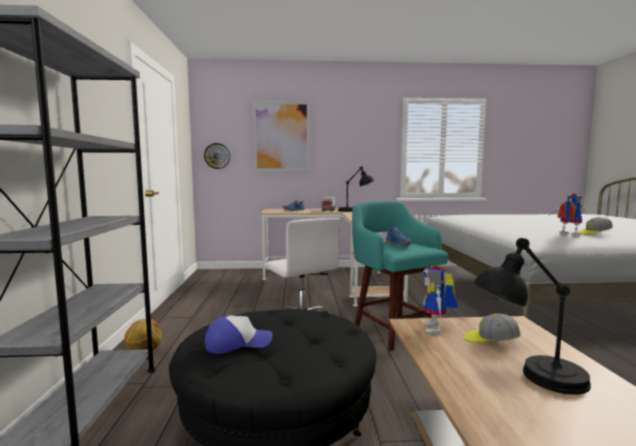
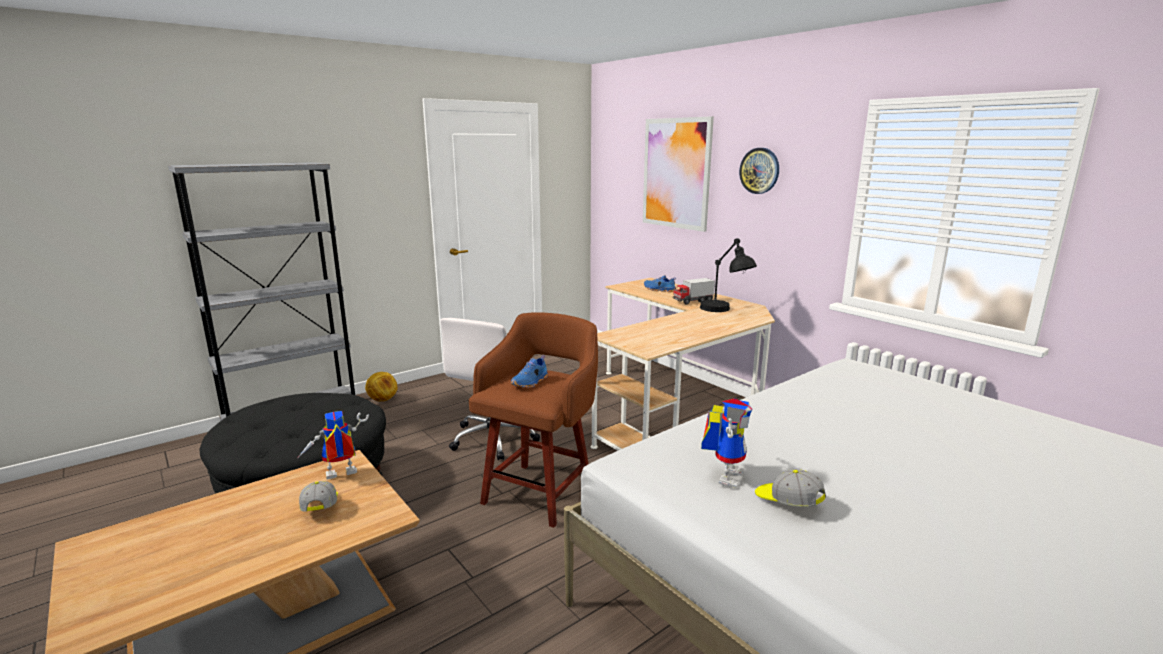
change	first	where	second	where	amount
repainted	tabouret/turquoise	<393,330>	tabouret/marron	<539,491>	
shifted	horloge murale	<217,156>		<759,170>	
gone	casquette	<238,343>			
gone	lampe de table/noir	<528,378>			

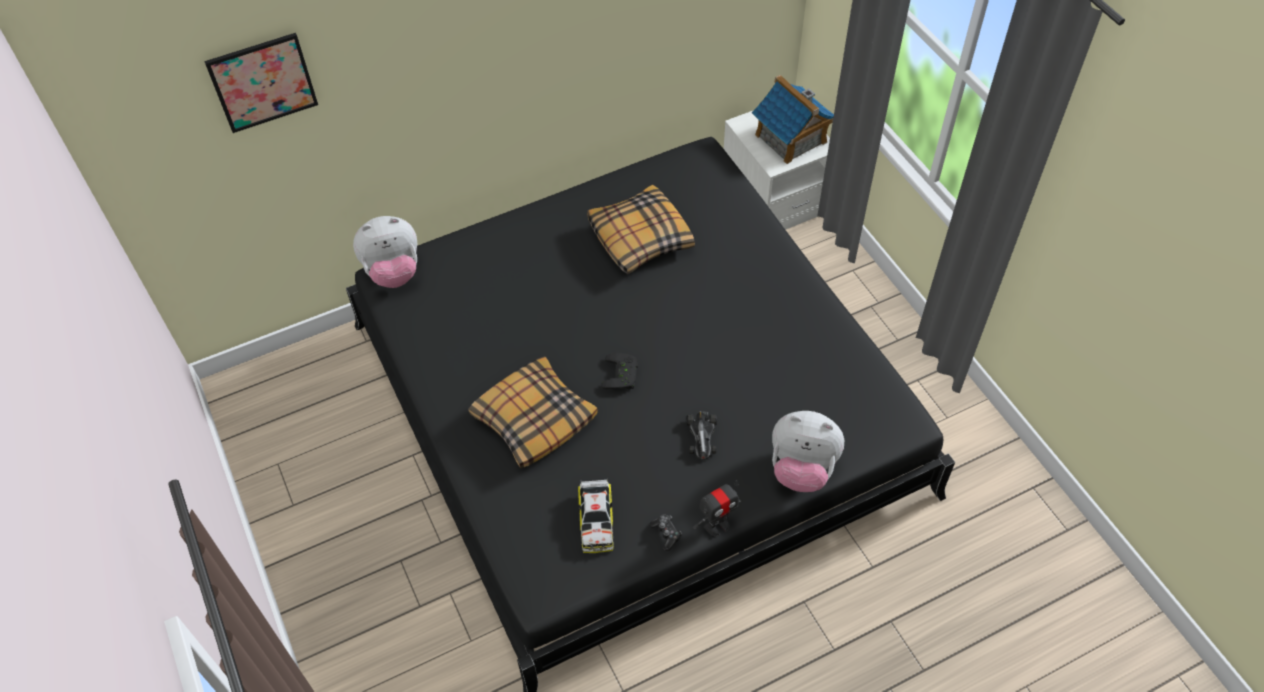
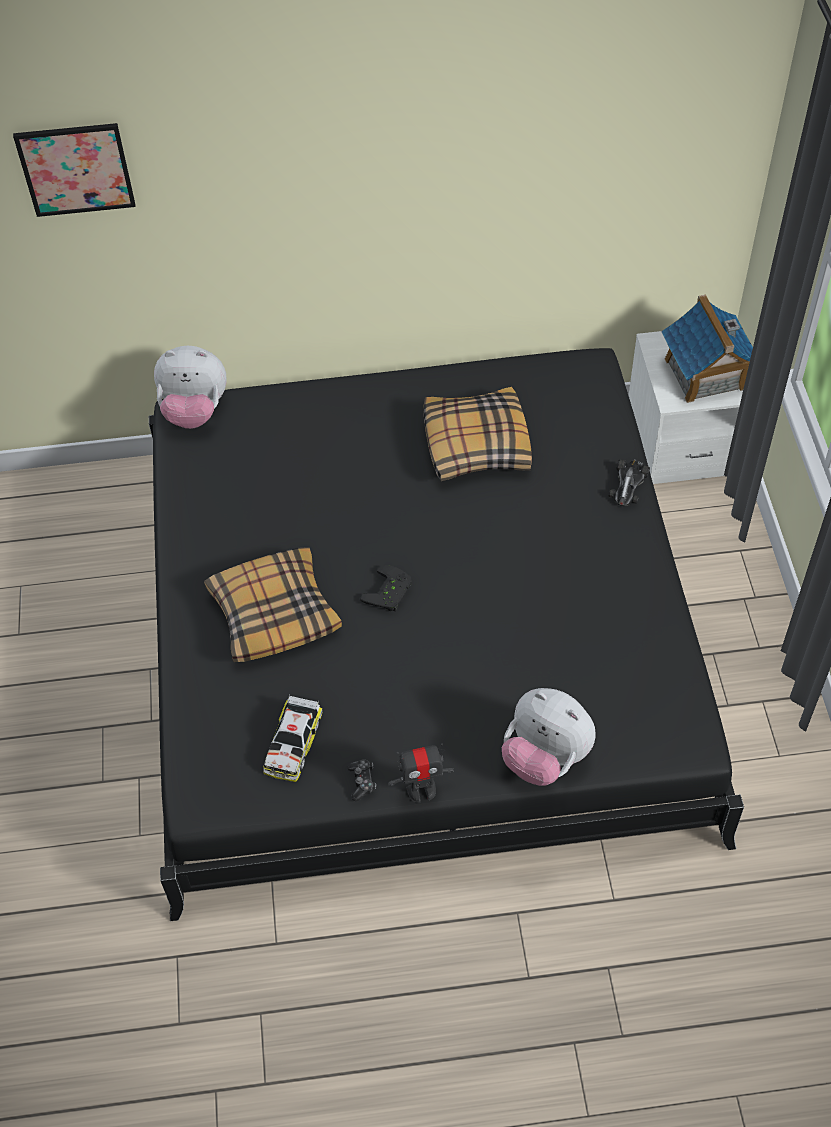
change	first	where	second	where	amount
shifted	petite voiture	<701,436>		<628,484>	

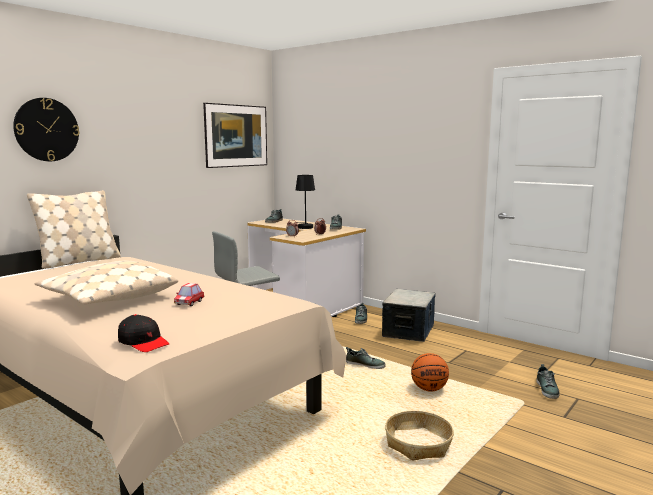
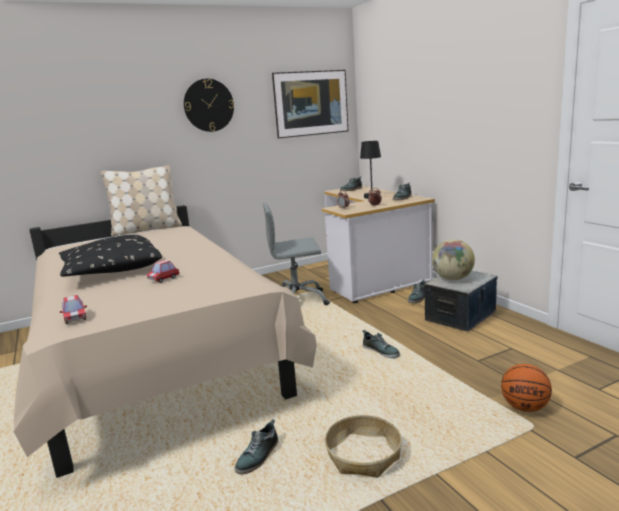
change	first	where	second	where	amount
repainted	coussin/beige	<107,299>	coussin/noir	<110,269>	
swapped	casquette/noir	<143,342>	petite voiture	<75,318>	
shifted	horloge murale	<46,129>		<209,105>	
shifted	chaussure	<547,389>		<258,456>	
new			globe	<452,279>	
shifted	ballon de basket	<429,389>		<524,407>	

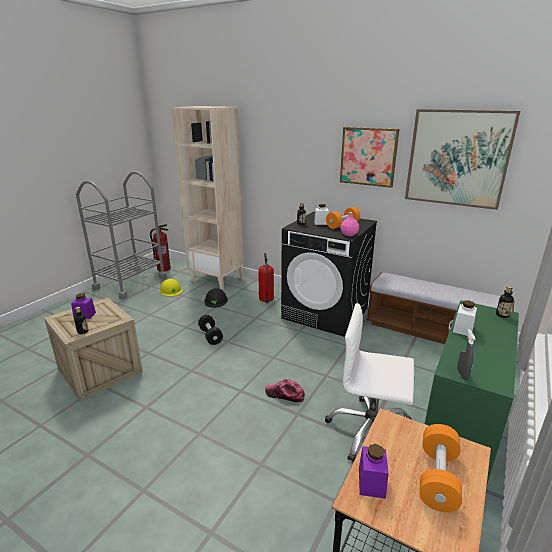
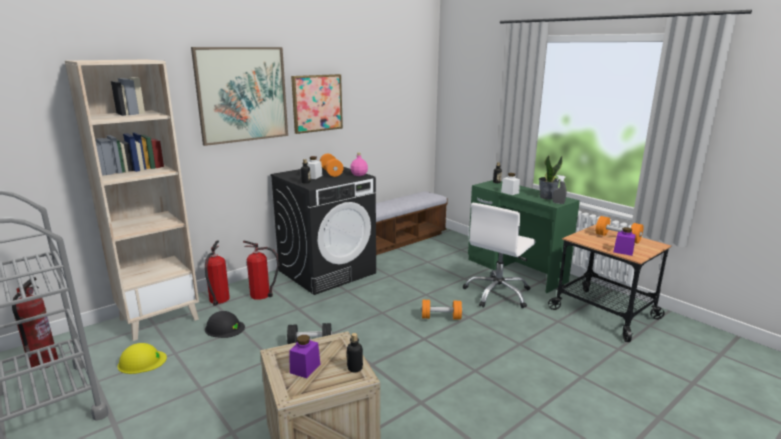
change	first	where	second	where	amount
shifted	tableau	<457,158>		<242,94>	
new			extincteur	<219,300>	
swapped	casquette	<285,394>	haltère/orange	<441,317>	
new			plante en pot	<547,197>	

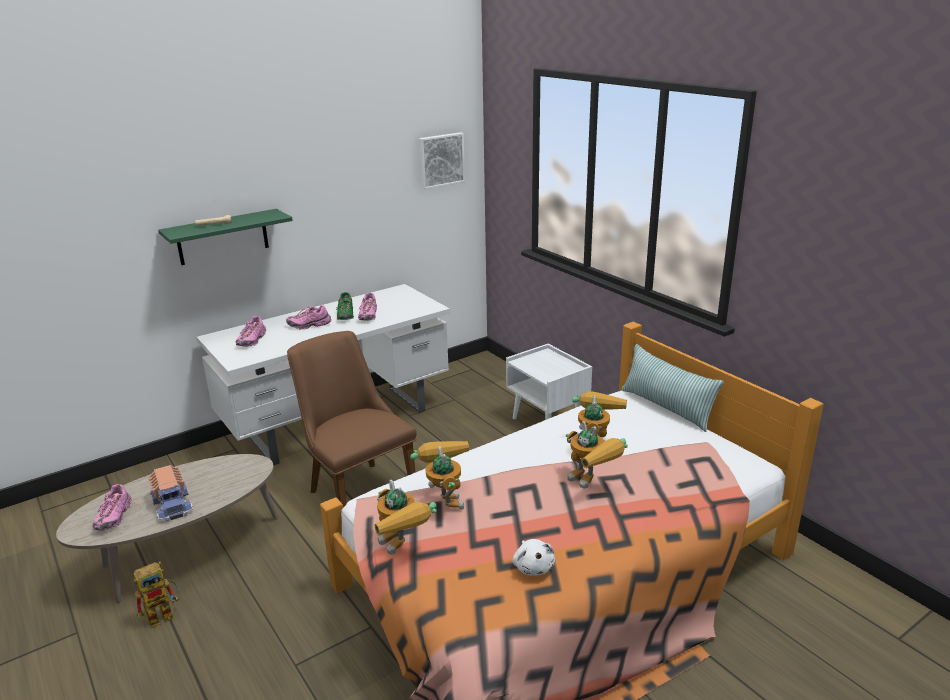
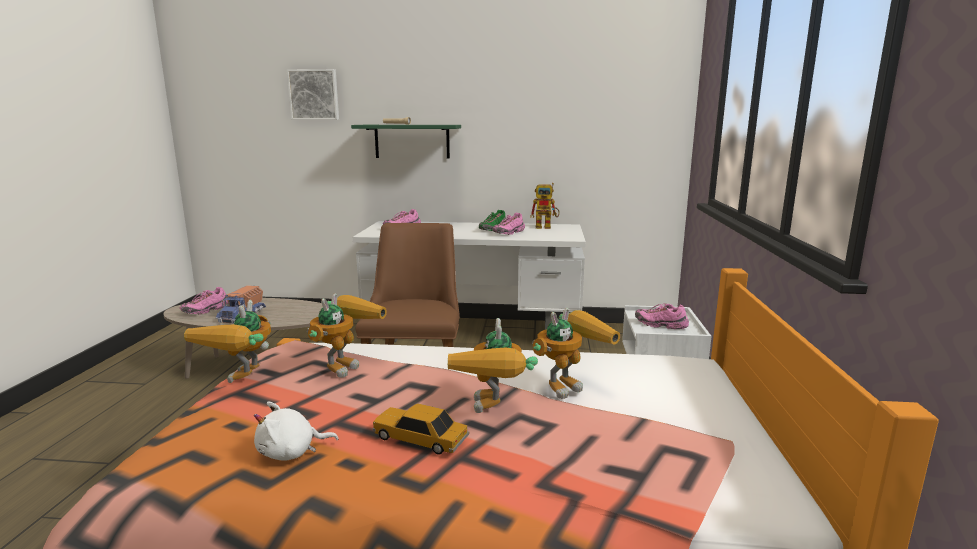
change	first	where	second	where	amount
rotated	peluche/blanc	<533,567>		<291,452>	45 degrees clockwise
shifted	tableau	<440,160>		<314,95>	
new			petite voiture	<420,439>	
shifted	robot jouet	<165,614>		<547,227>	
shifted	chaussure/rose	<309,325>		<660,325>	
gone	coussin	<667,407>			

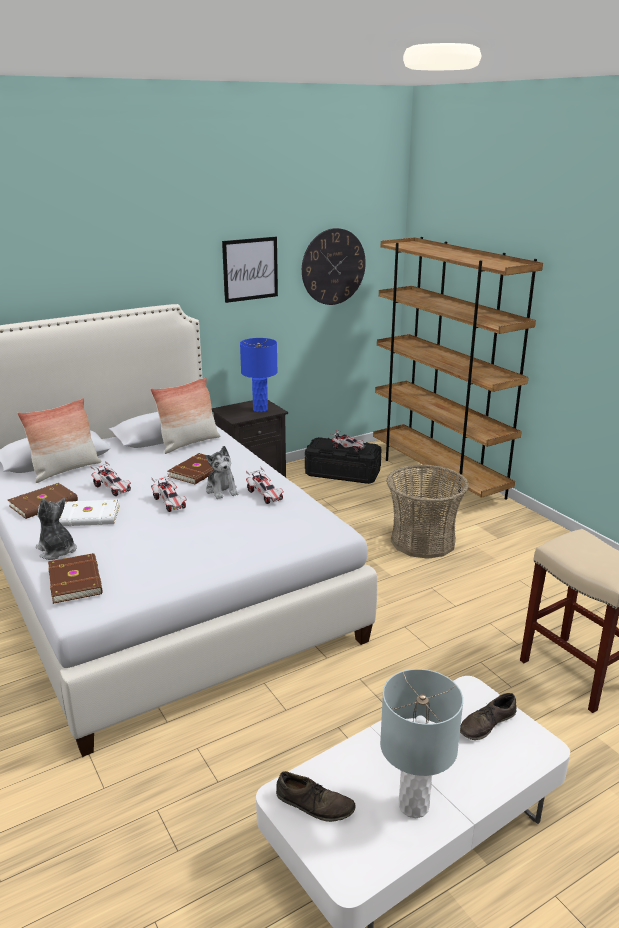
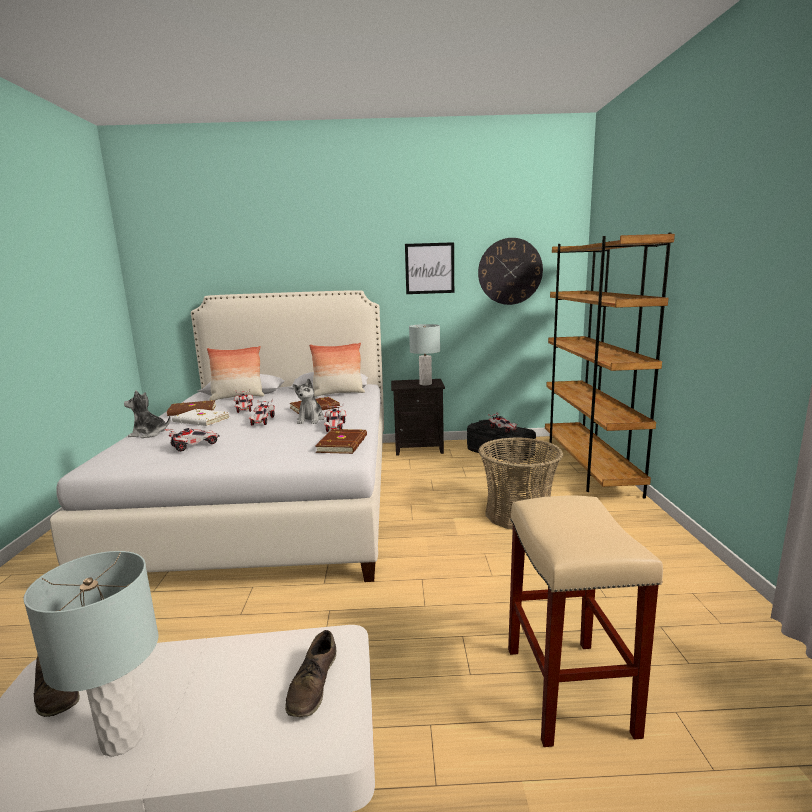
change	first	where	second	where	amount
rotated	peluche	<57,551>		<149,434>	75 degrees counterclockwise
new			petite voiture	<194,445>	
rotated	chaussure/marron	<487,724>		<313,684>	75 degrees counterclockwise
shifted	livre/marron	<76,580>		<343,444>	
repainted	lampe de table/bleu	<260,409>	lampe de table/gris	<425,384>	

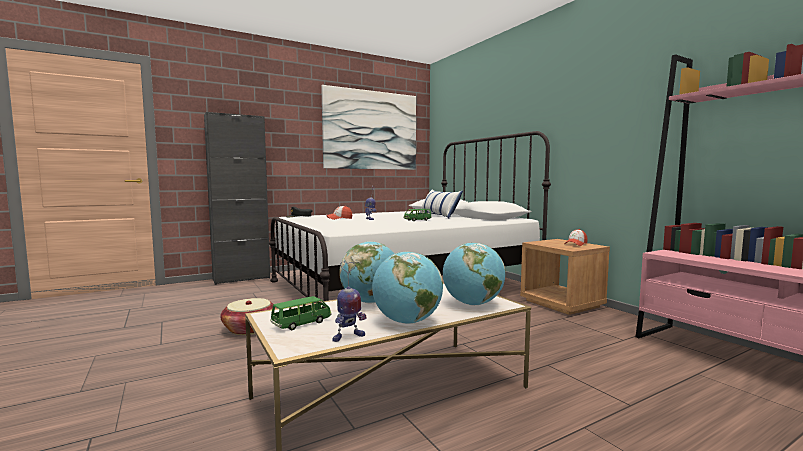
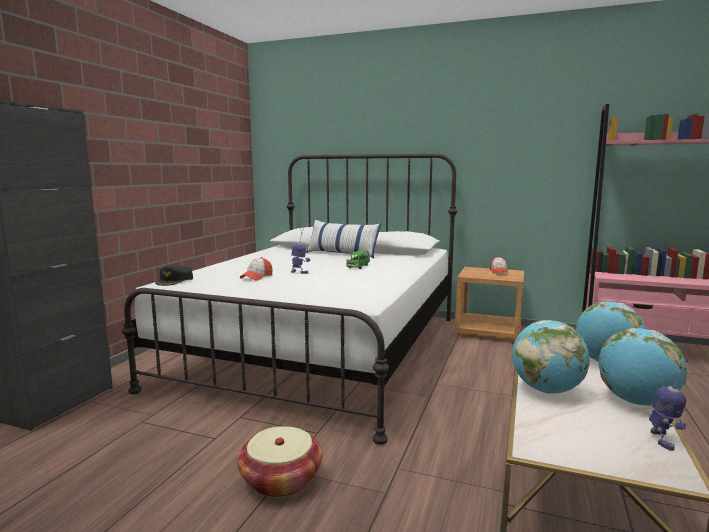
change	first	where	second	where	amount
gone	petite voiture/vert	<301,323>			
gone	tableau	<371,130>			

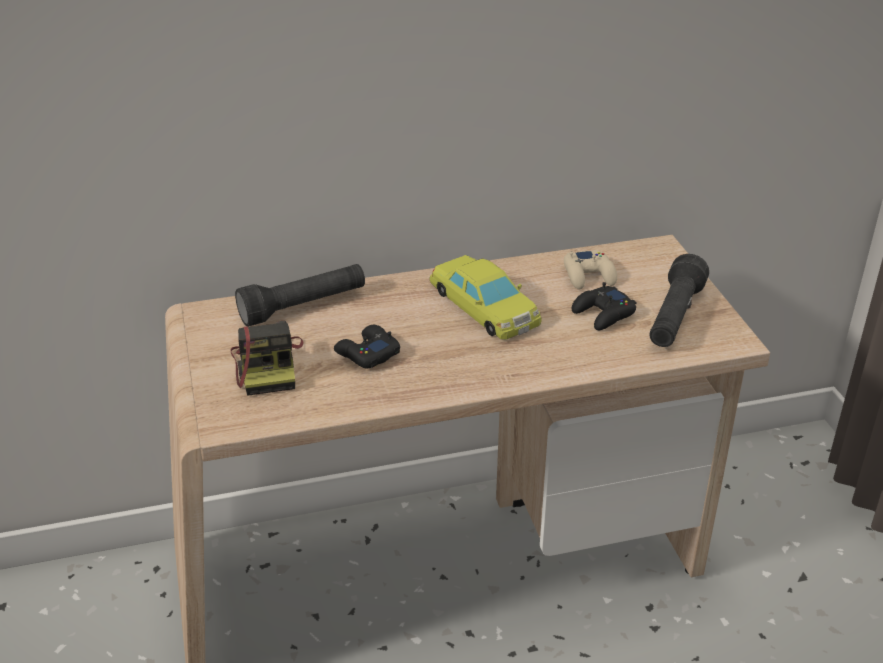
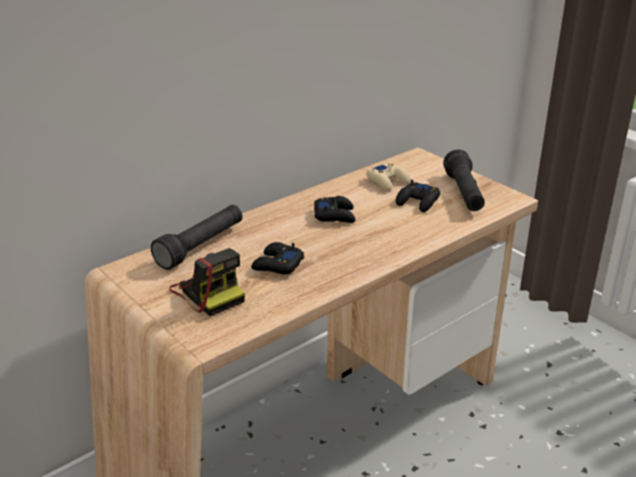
change	first	where	second	where	amount
swapped	petite voiture/jaune	<484,306>	manette/noir	<335,215>	

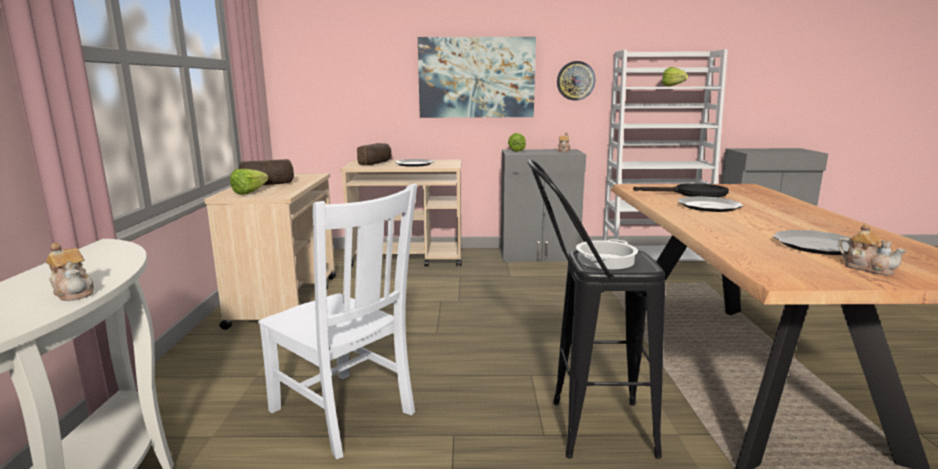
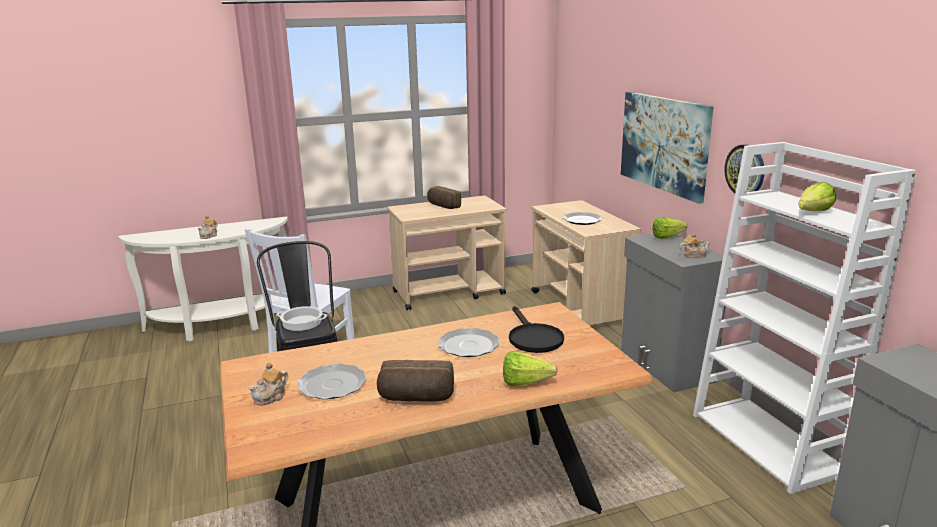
change	first	where	second	where	amount
shifted	pain	<376,163>		<416,398>	
shifted	laitue	<253,192>		<530,384>	

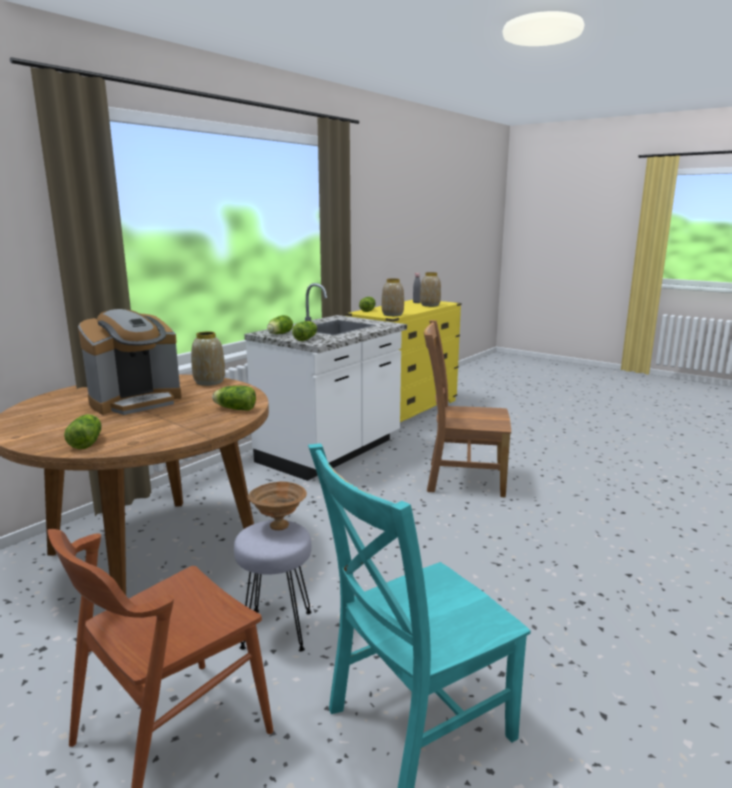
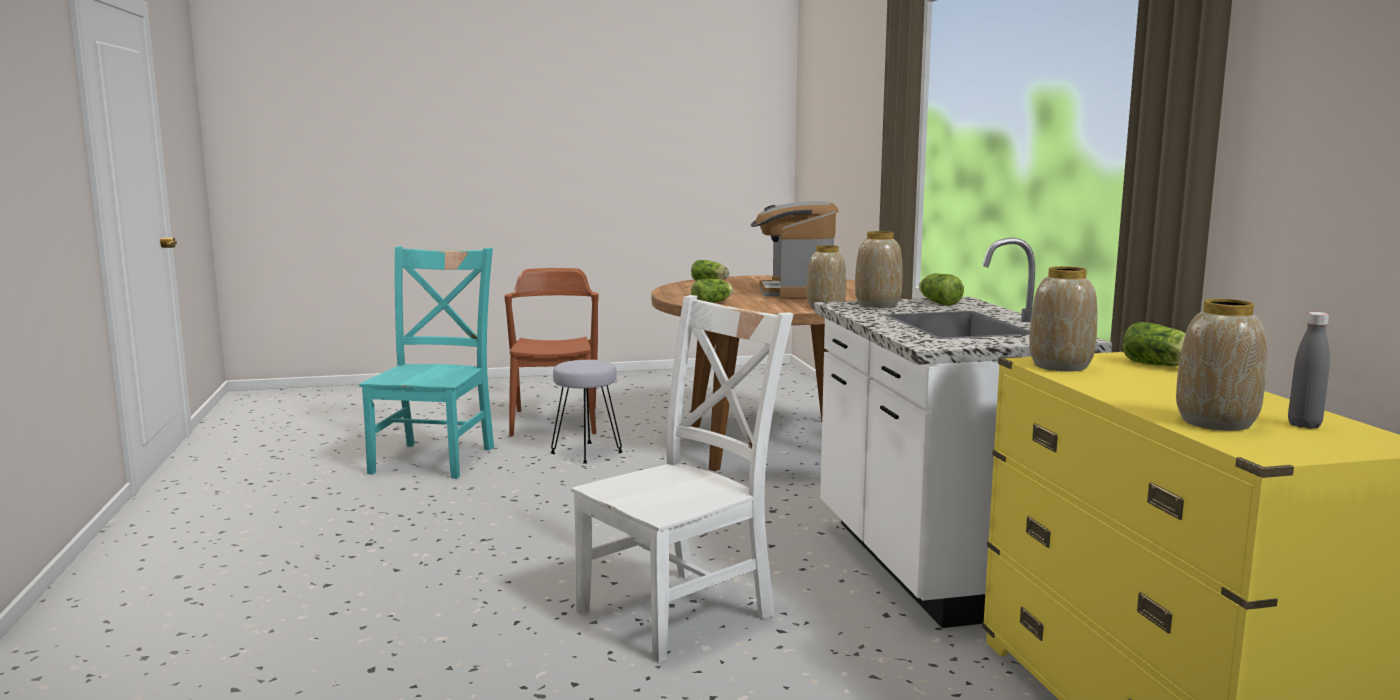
change	first	where	second	where	amount
repainted	chaise/marron	<461,479>	chaise/blanc	<682,611>	
swapped	laitue	<306,338>	vase	<877,305>	
gone	bol/marron	<277,525>			

